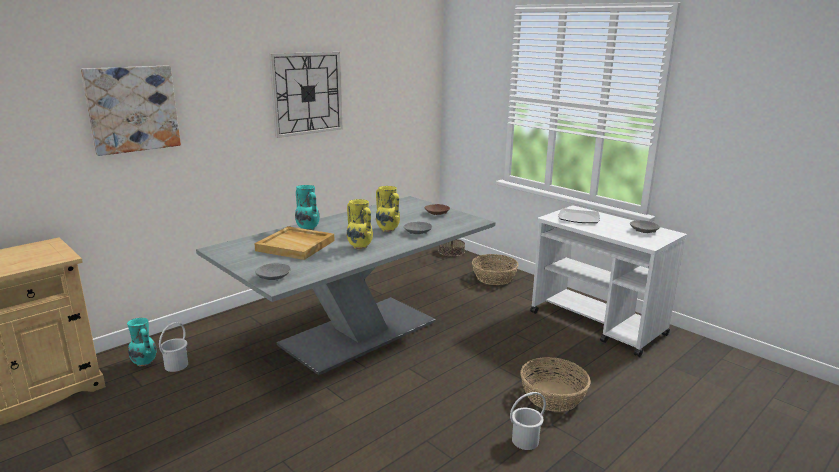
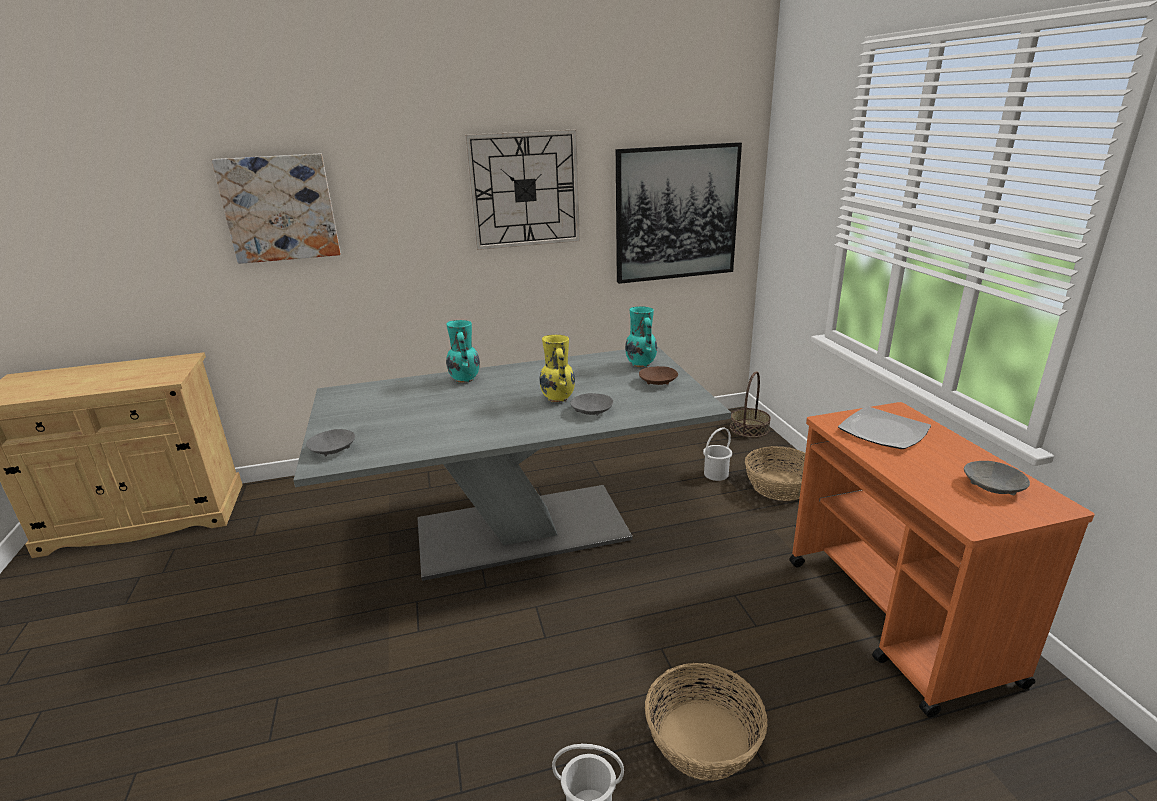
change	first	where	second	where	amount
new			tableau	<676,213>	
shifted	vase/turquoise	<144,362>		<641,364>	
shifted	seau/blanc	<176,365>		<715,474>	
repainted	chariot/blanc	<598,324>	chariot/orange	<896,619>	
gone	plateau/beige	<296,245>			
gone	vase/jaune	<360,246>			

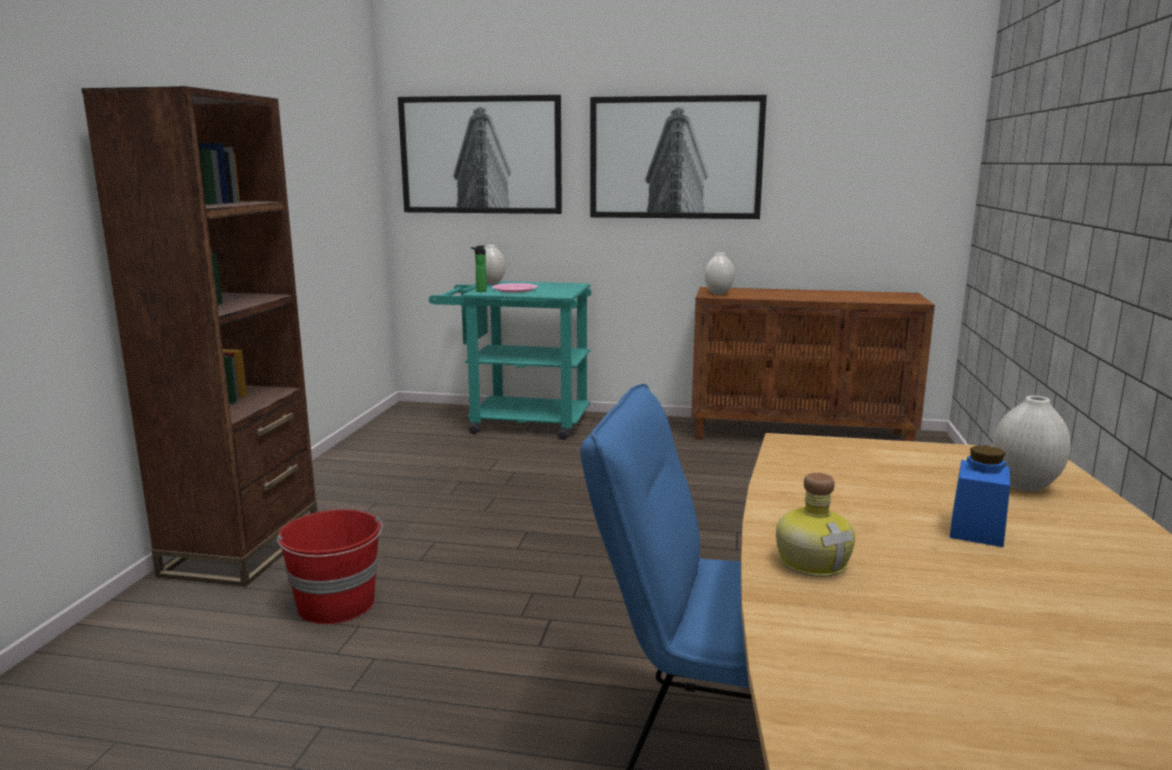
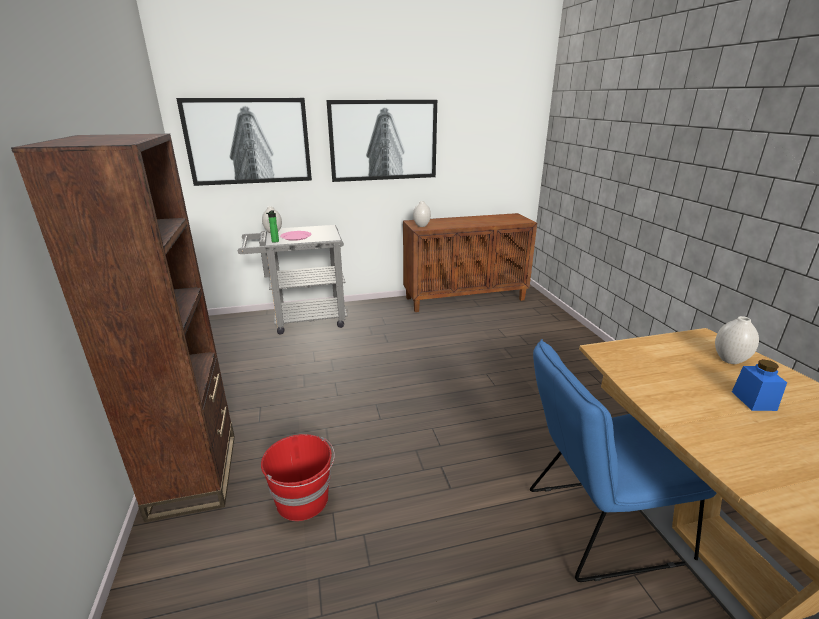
change	first	where	second	where	amount
repainted	chariot/turquoise	<518,423>	chariot/gris	<302,319>	
gone	bouteille	<813,561>			

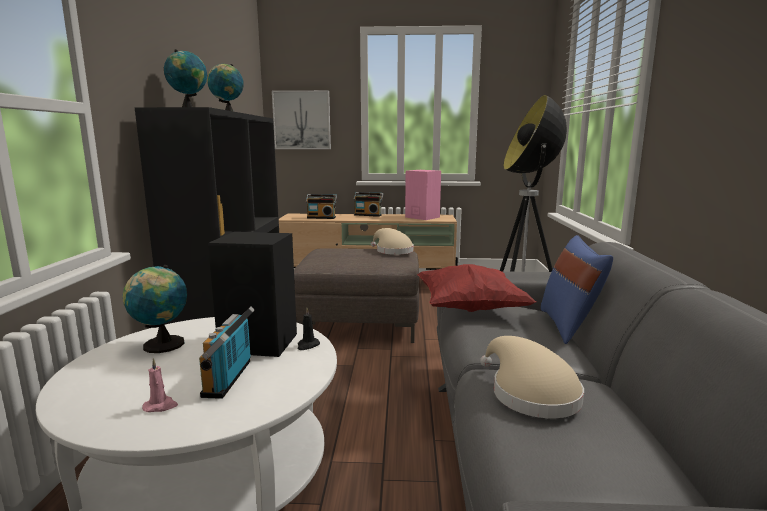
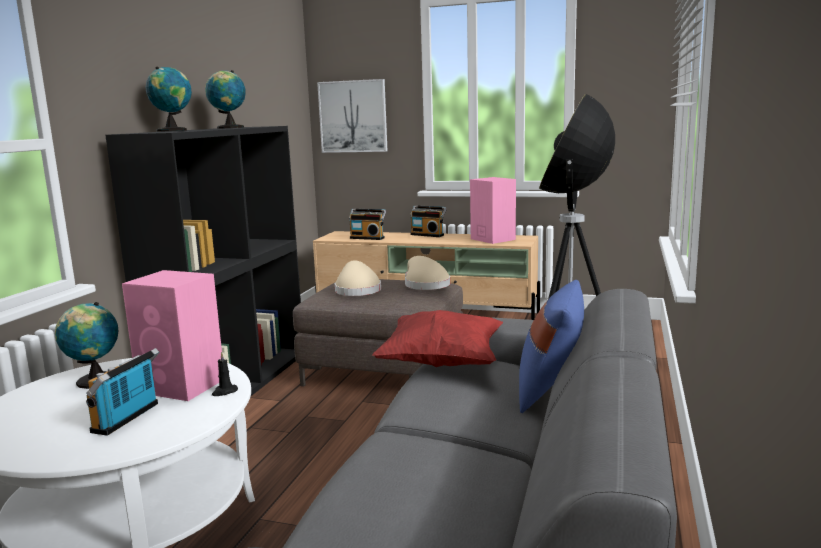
change	first	where	second	where	amount
repainted	enceinte/noir	<261,343>	enceinte/rose	<183,386>	
shifted	chapeau/beige	<529,393>		<357,290>	
gone	bougie/rose	<161,406>			

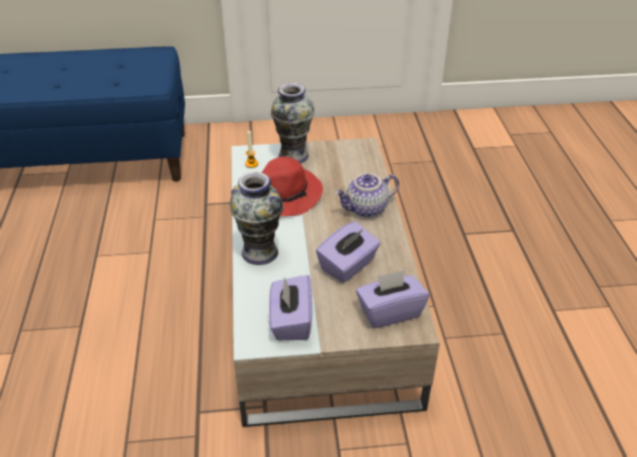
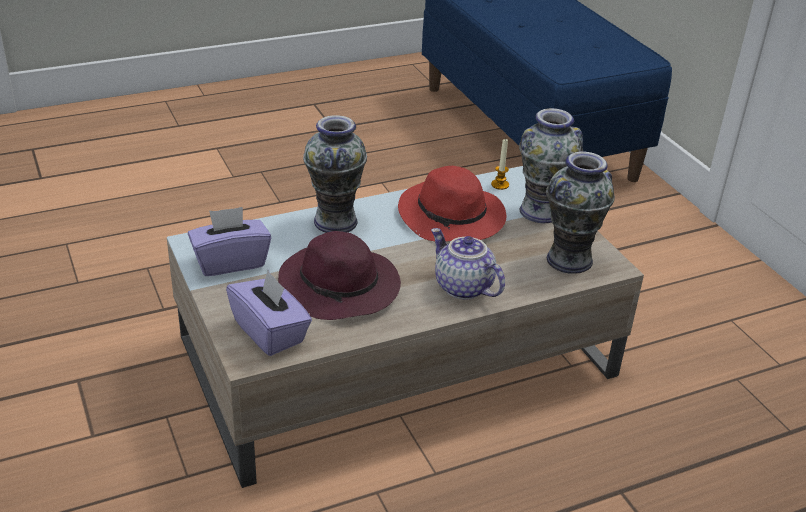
change	first	where	second	where	amount
swapped	boîte à mouchoirs/violet	<348,265>	chapeau/violet	<341,288>	
new			vase	<569,260>	

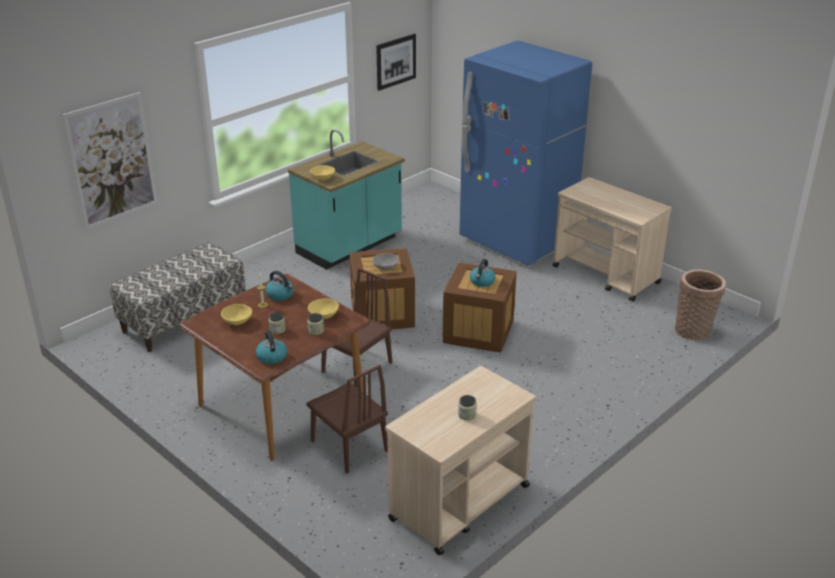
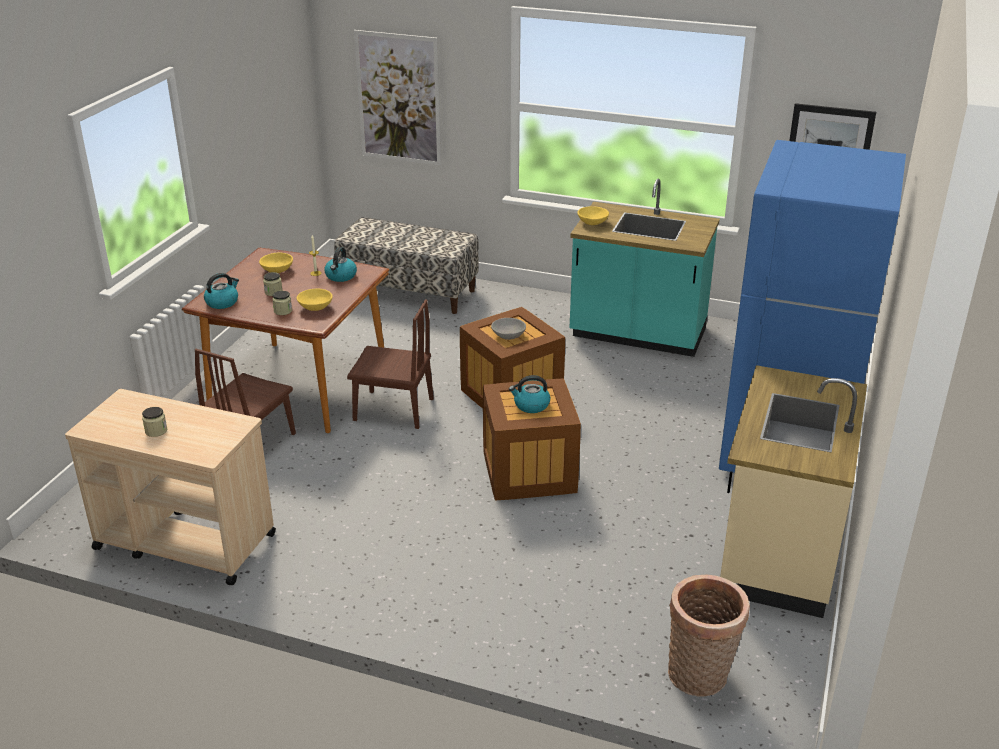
change	first	where	second	where	amount
swapped	chariot/beige	<606,275>	comptoir de cuisine/beige	<778,551>	

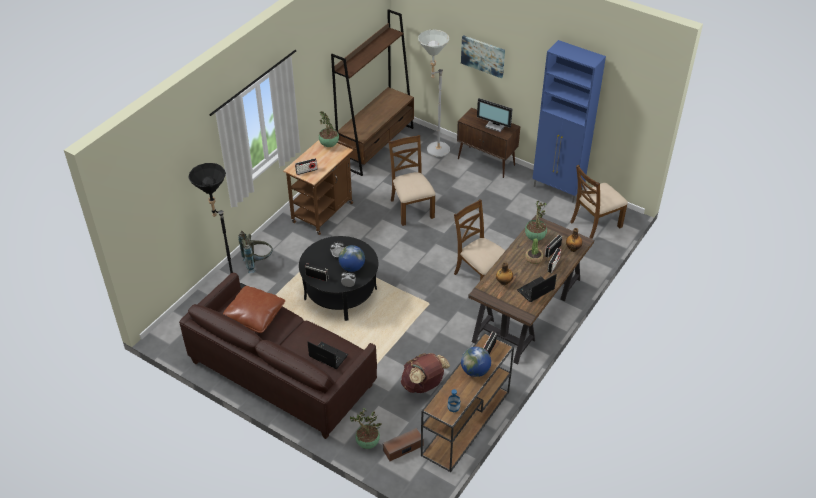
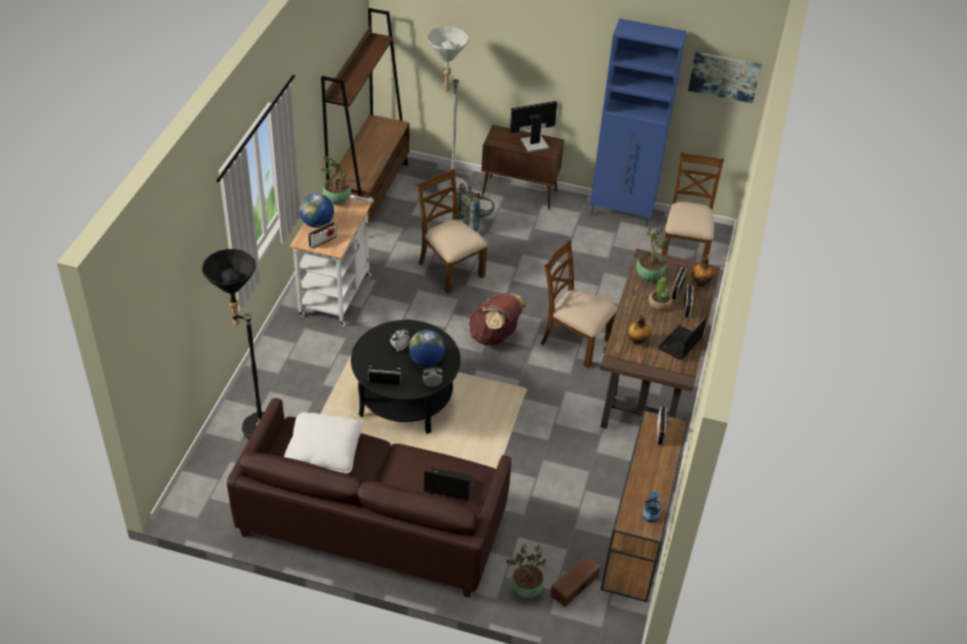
change	first	where	second	where	amount
repainted	coussin/marron	<254,315>	coussin/blanc	<324,451>	
repainted	chariot/marron	<325,210>	chariot/blanc	<337,291>	
shifted	globe	<475,371>		<317,223>	
shifted	sac à dos/gris	<258,263>		<475,223>	
shifted	sac à dos/marron	<423,385>		<494,336>	
rotated	écran d'ordinateur	<496,125>		<533,143>	150 degrees clockwise
rotated	chaise/marron	<595,224>		<684,249>	150 degrees clockwise
shifted	tableau	<483,56>		<724,76>	

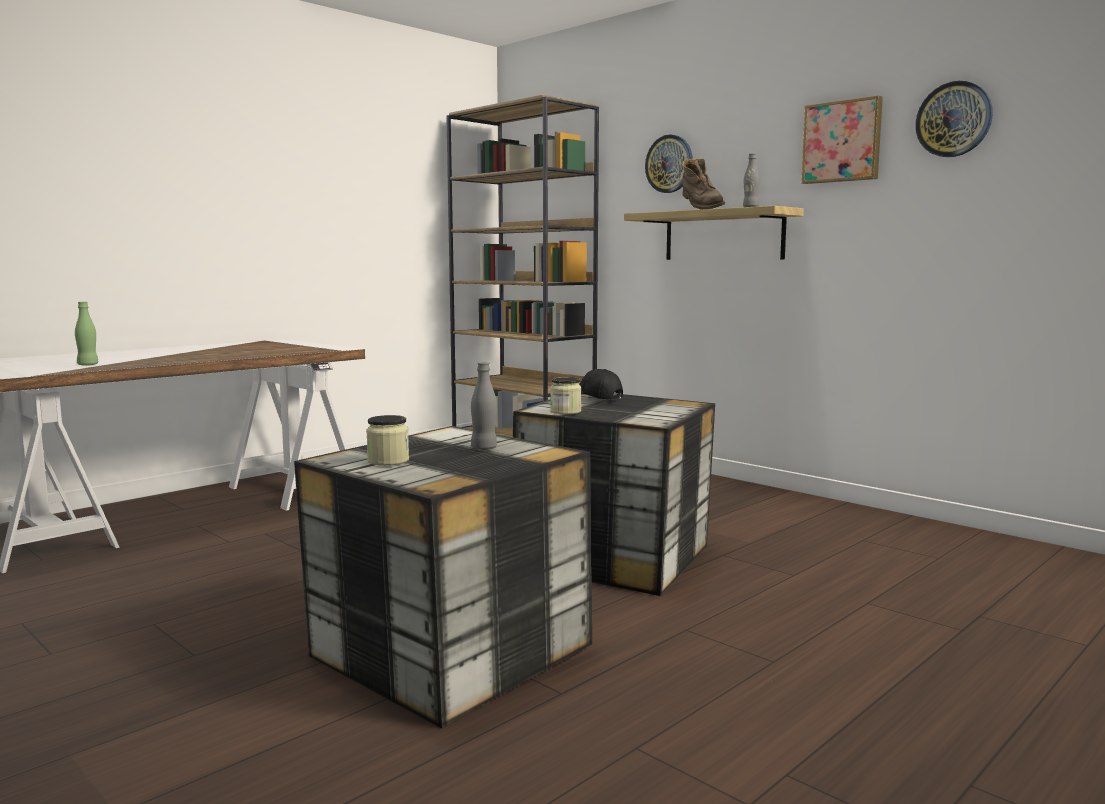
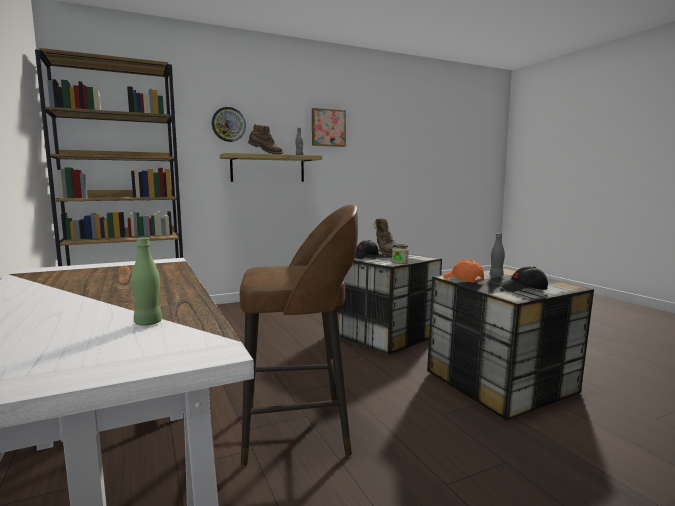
change	first	where	second	where	amount
new			tabouret/marron	<299,430>	
new			botte/marron	<385,253>	
new			casquette/orange	<462,280>	
swapped	bocal	<388,461>	casquette/noir	<523,289>	
gone	horloge murale	<954,119>			

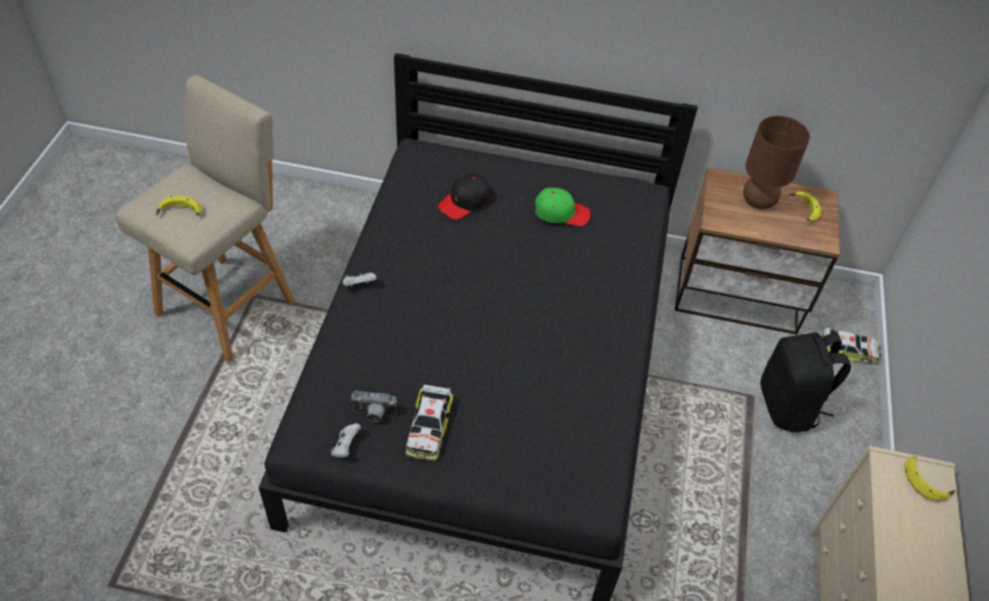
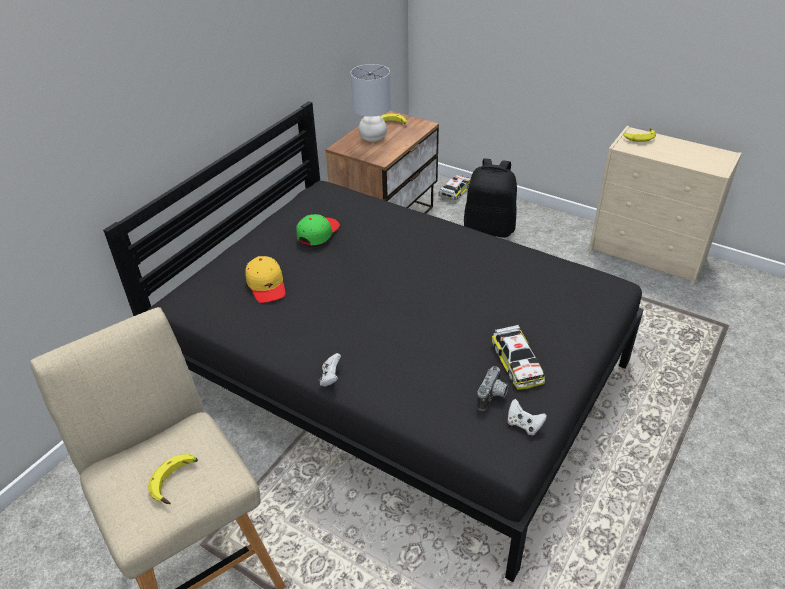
change	first	where	second	where	amount
repainted	casquette/noir	<465,202>	casquette/jaune	<267,285>	
repainted	lampe de table/marron	<758,201>	lampe de table/gris	<373,138>	
rotated	petite voiture	<429,427>		<517,363>	45 degrees clockwise

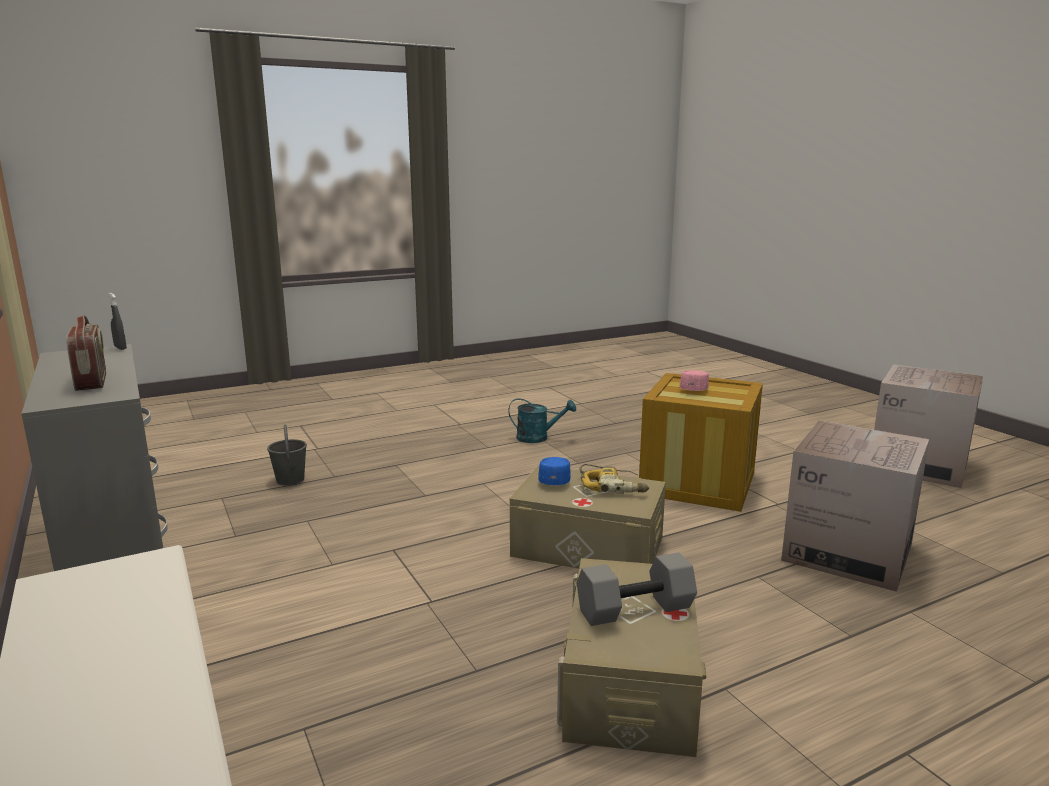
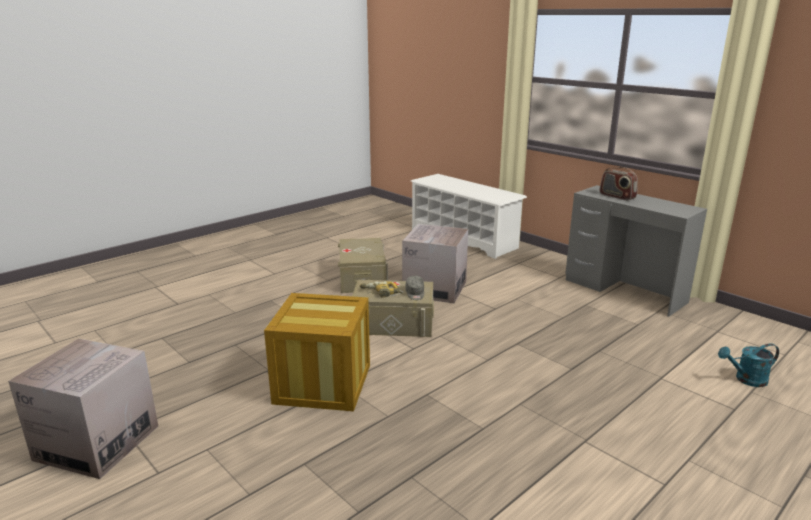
change	first	where	second	where	amount
shifted	carton	<847,552>		<435,289>	
repainted	casquette/bleu	<555,479>	casquette/gris	<415,293>	
shifted	arrosoir/turquoise	<538,438>		<746,380>	
gone	vaporisateur/gris	<120,348>			
gone	seau/gris	<290,479>			
gone	haltère/gris	<635,608>			
gone	casquette/rose	<695,389>			

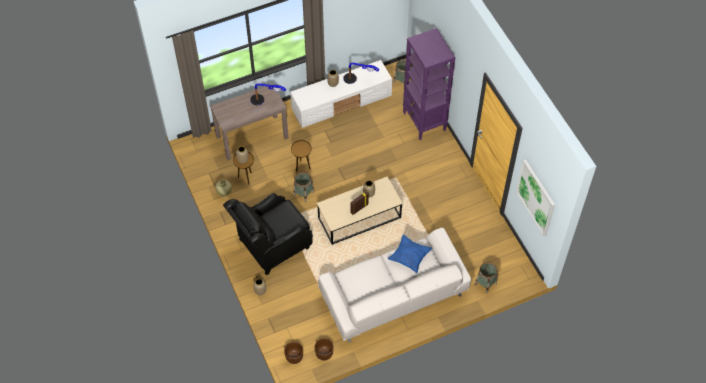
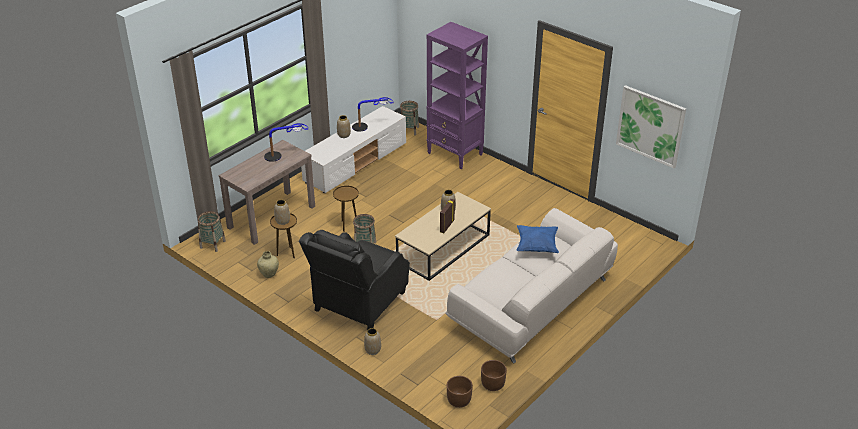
change	first	where	second	where	amount
shifted	panier	<485,283>		<212,244>	

